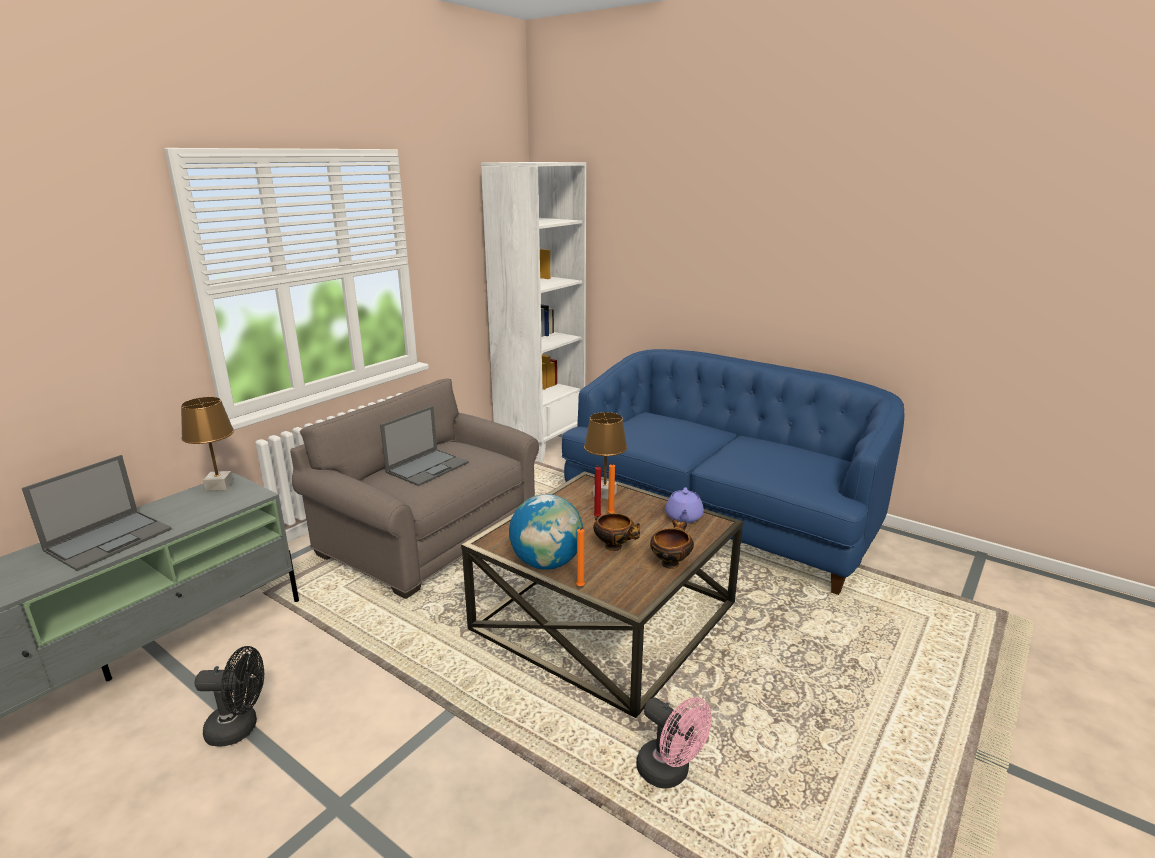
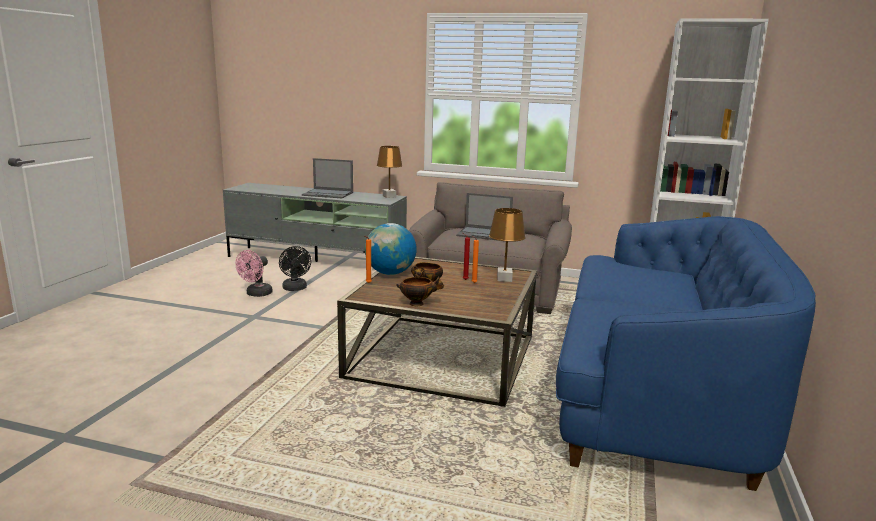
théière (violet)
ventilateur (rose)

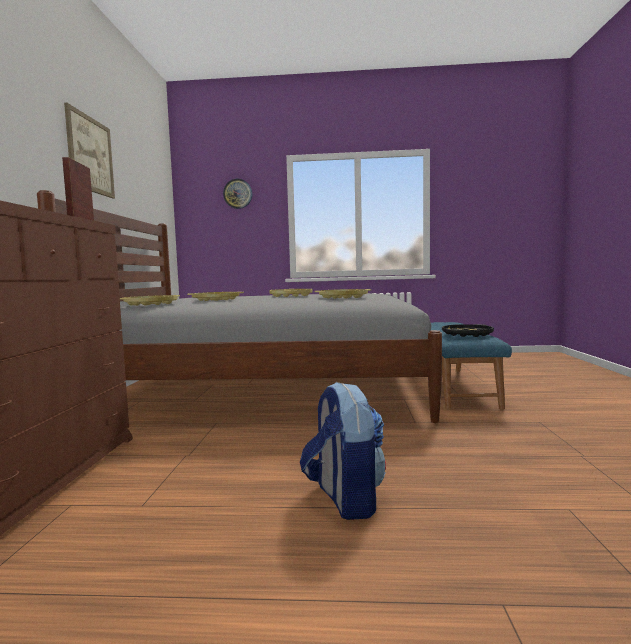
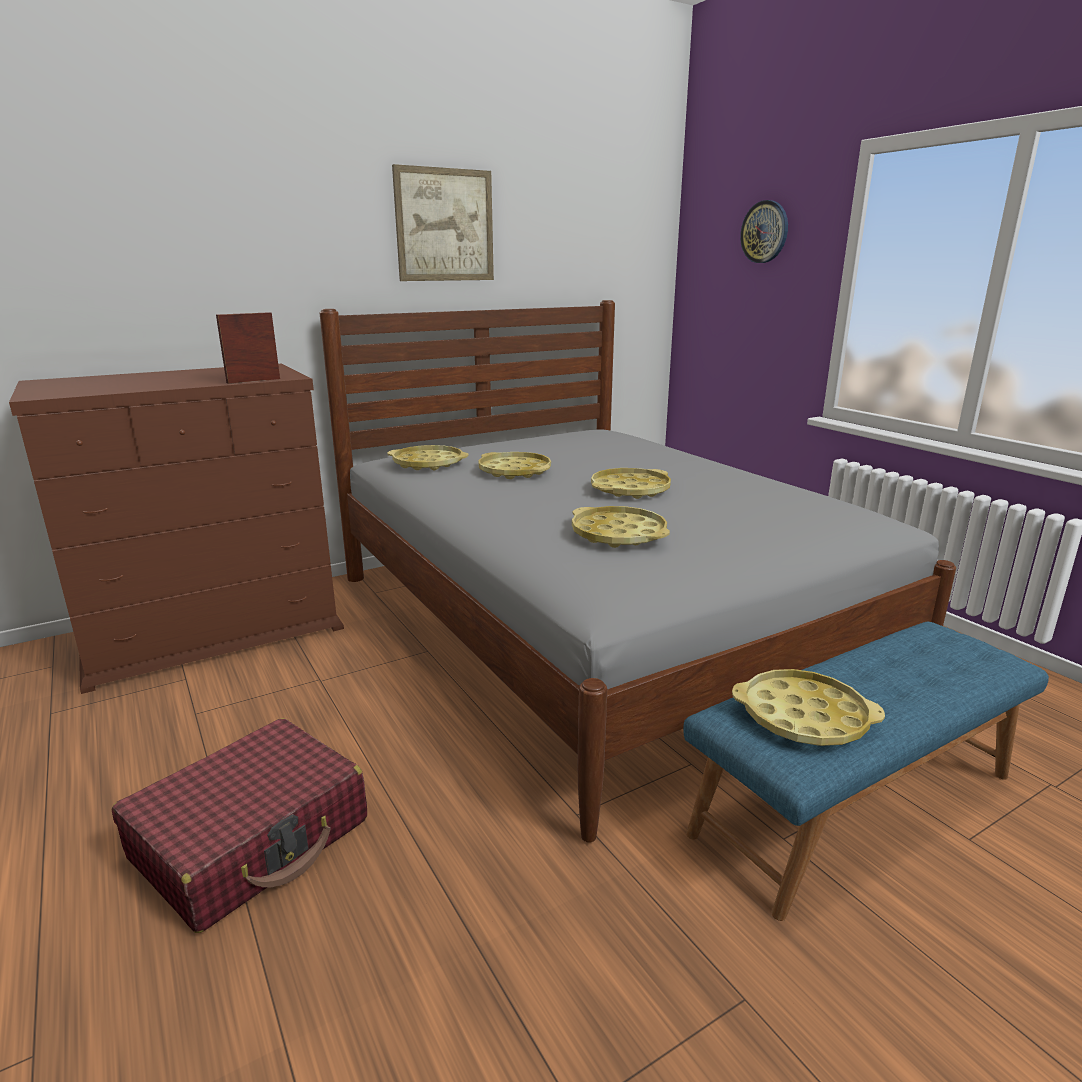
plateau (jaune) (5th from left)
valise (rouge)

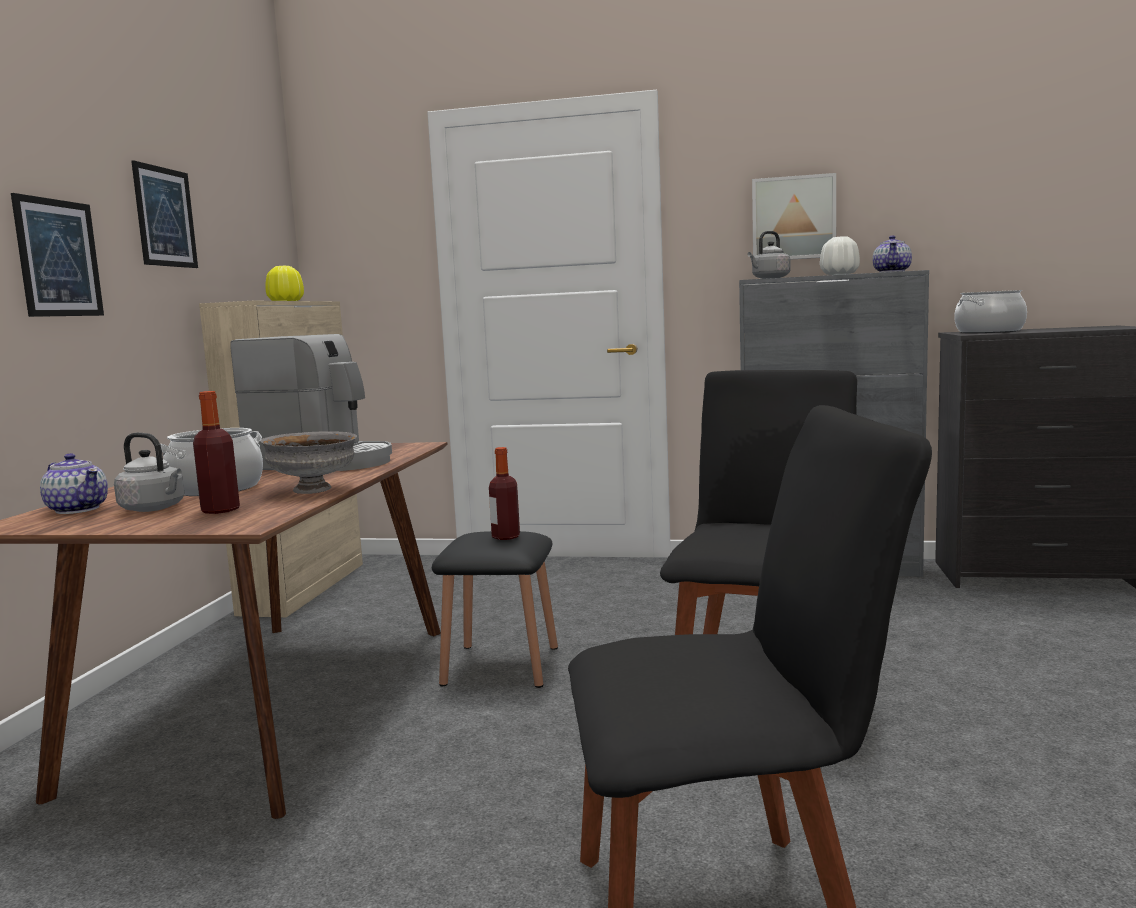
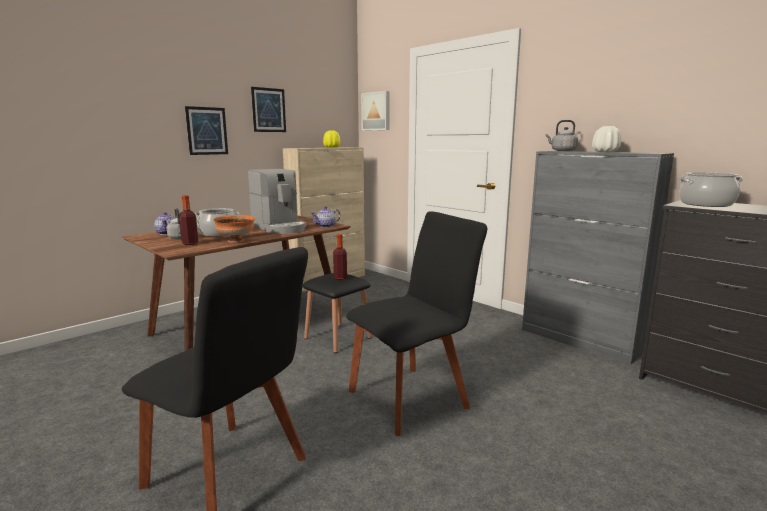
tableau (3rd from left)
théière (2nd from left)
bol (orange)

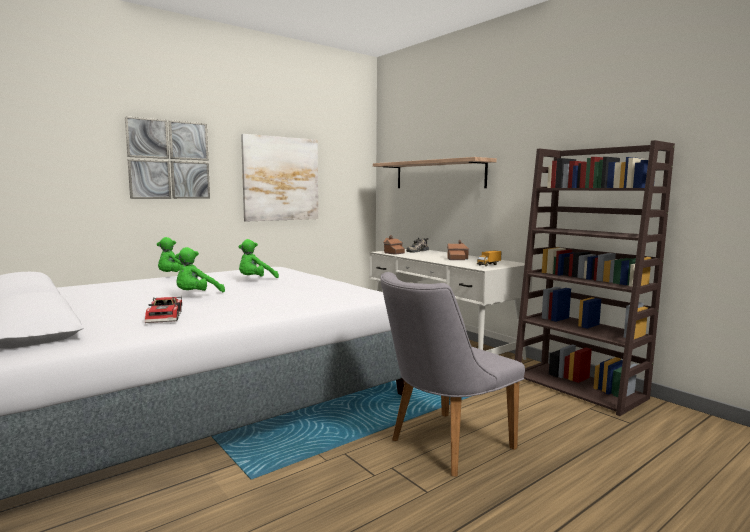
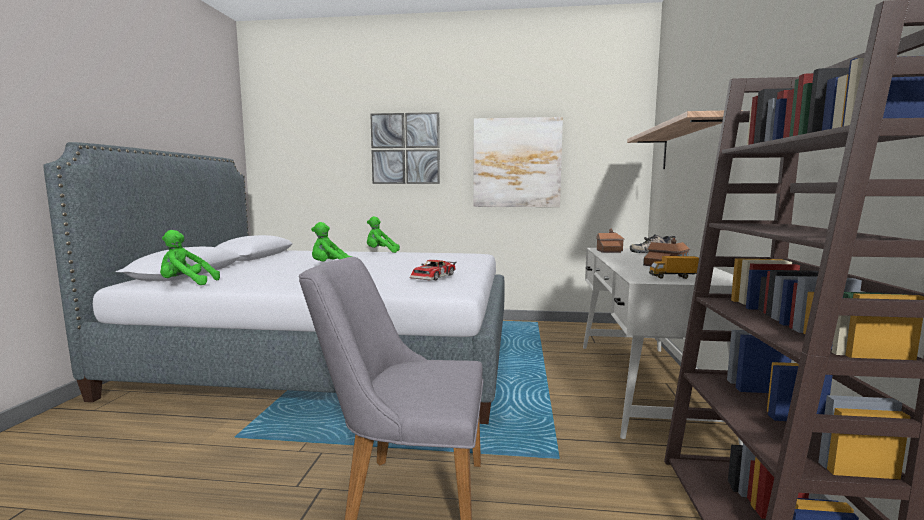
peluche (vert) (1st from left)
petite voiture

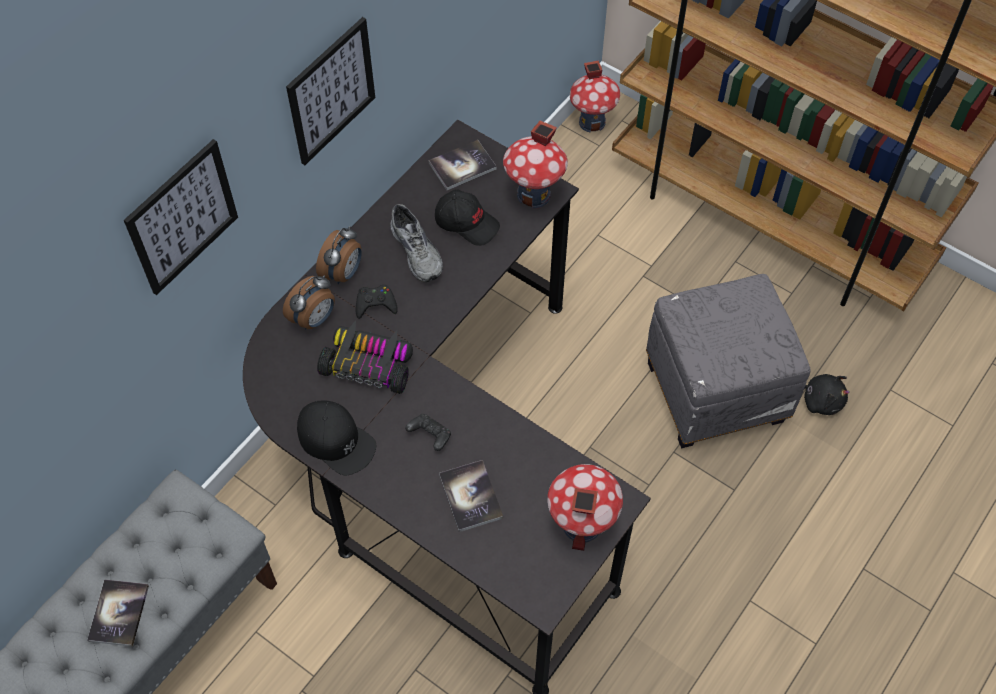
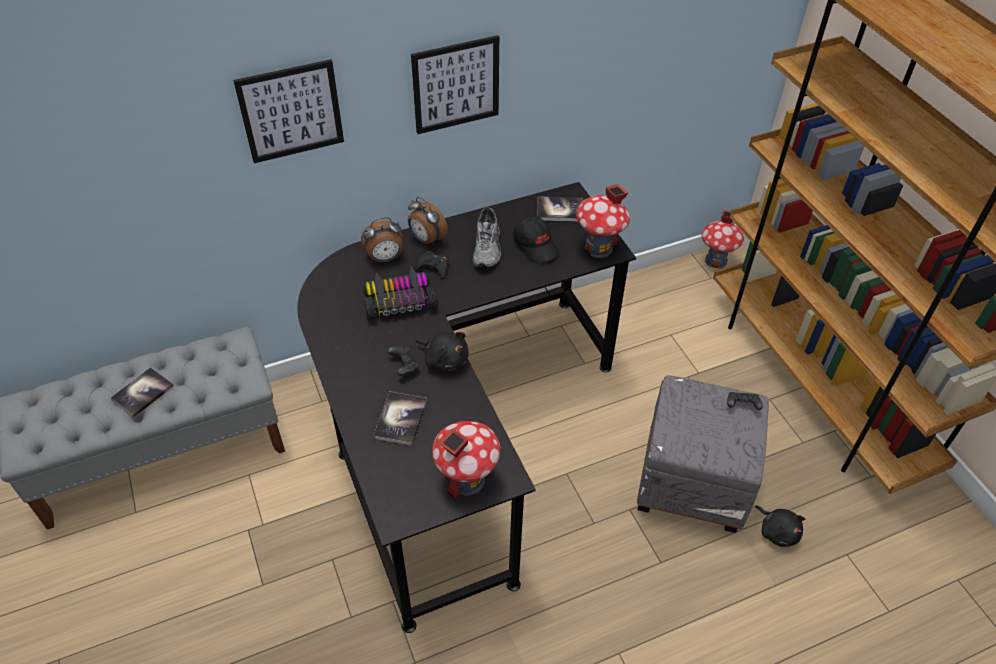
réveil (2nd from left)
petite voiture
casquette (noir) (1st from left in the first image)
peluche (noir) (1st from left)
manette (noir) (3rd from left)

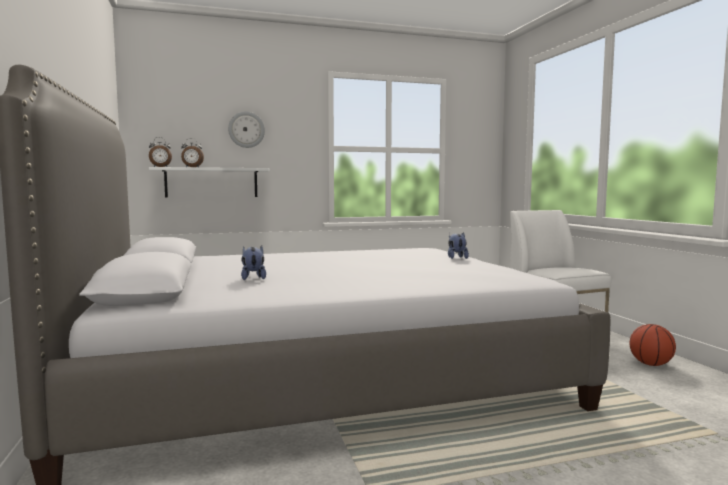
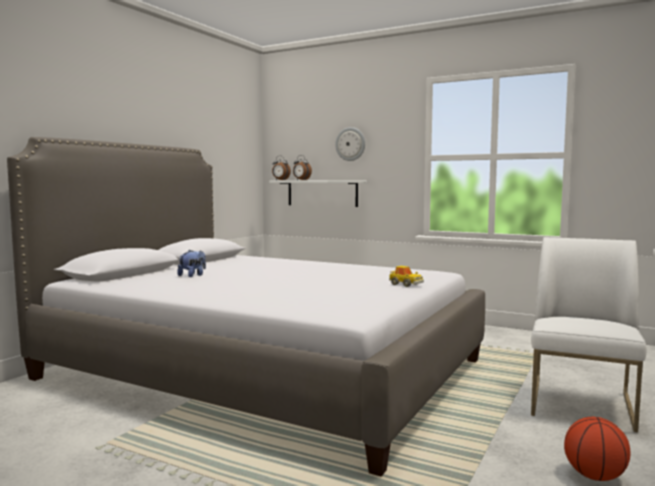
petite voiture

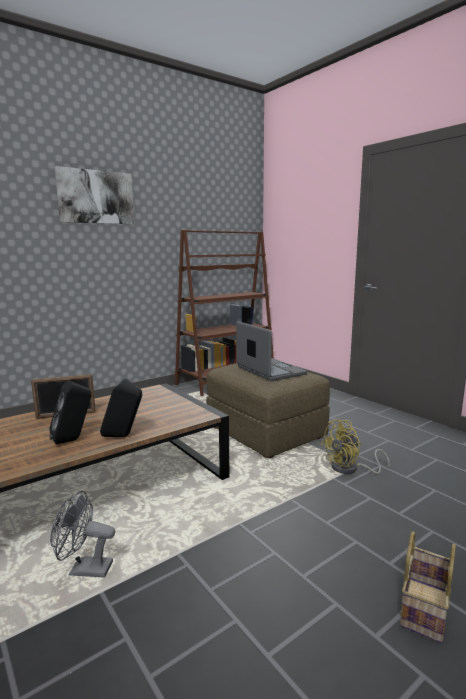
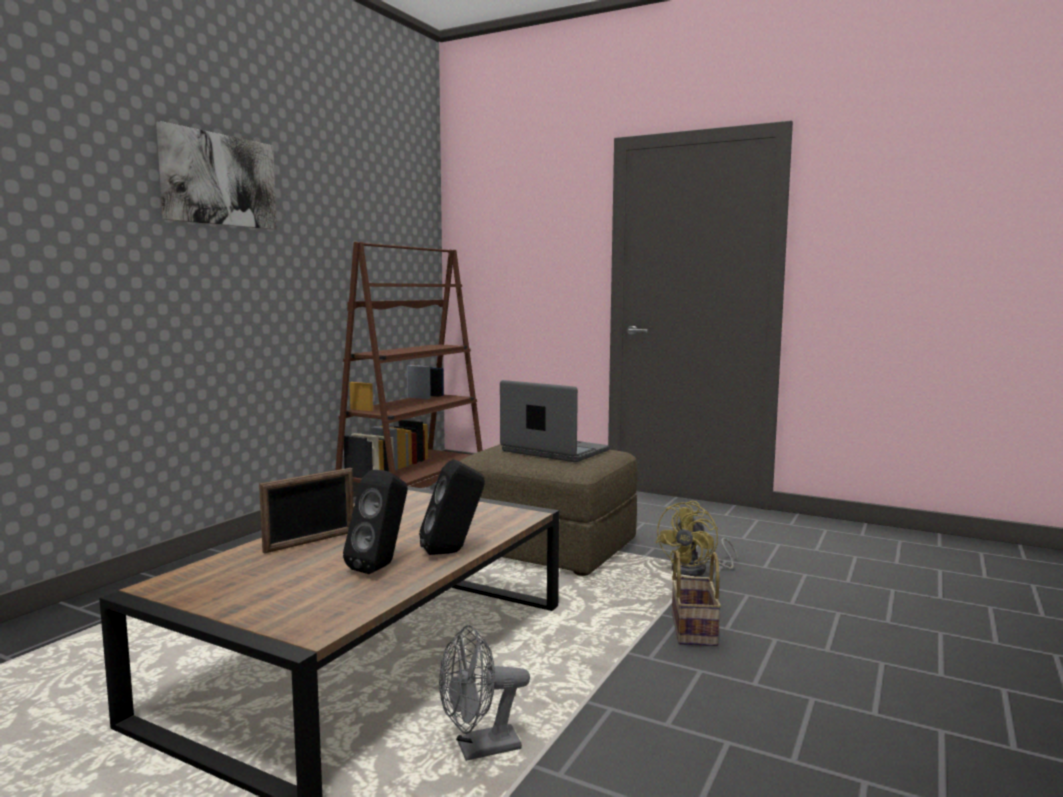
panier

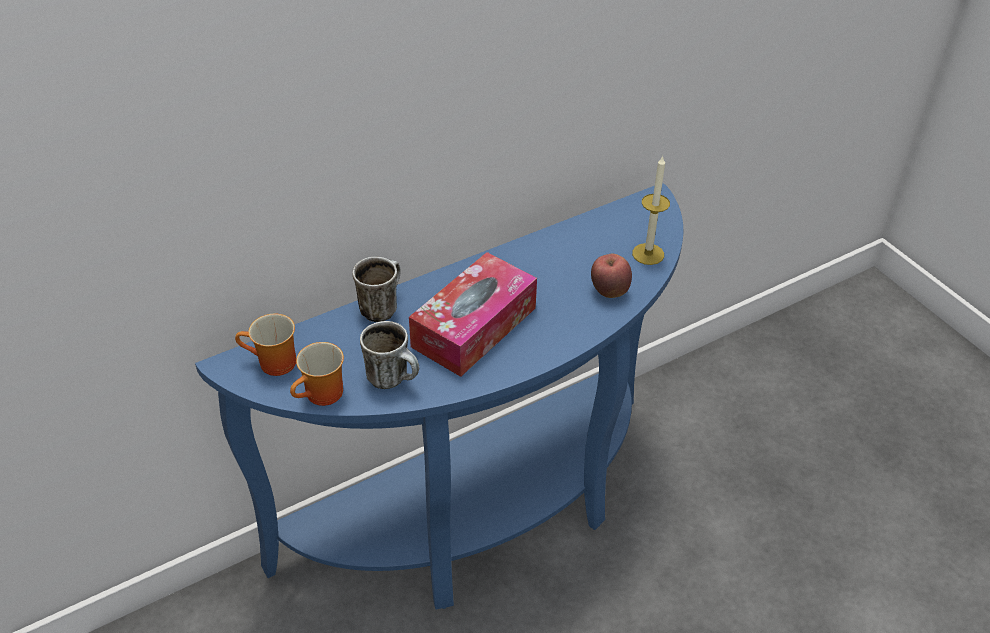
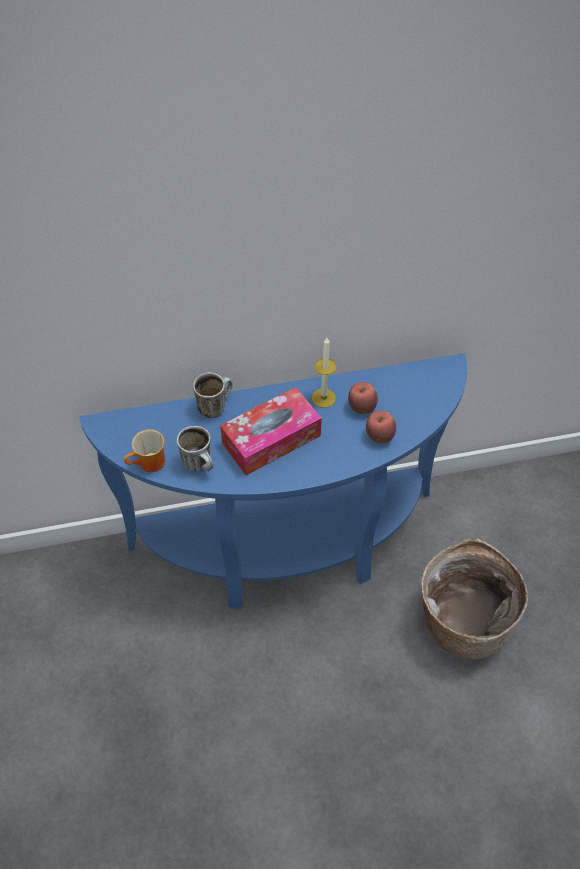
bougie
mug (1st from left in the first image)
pomme (1st from left)
panier

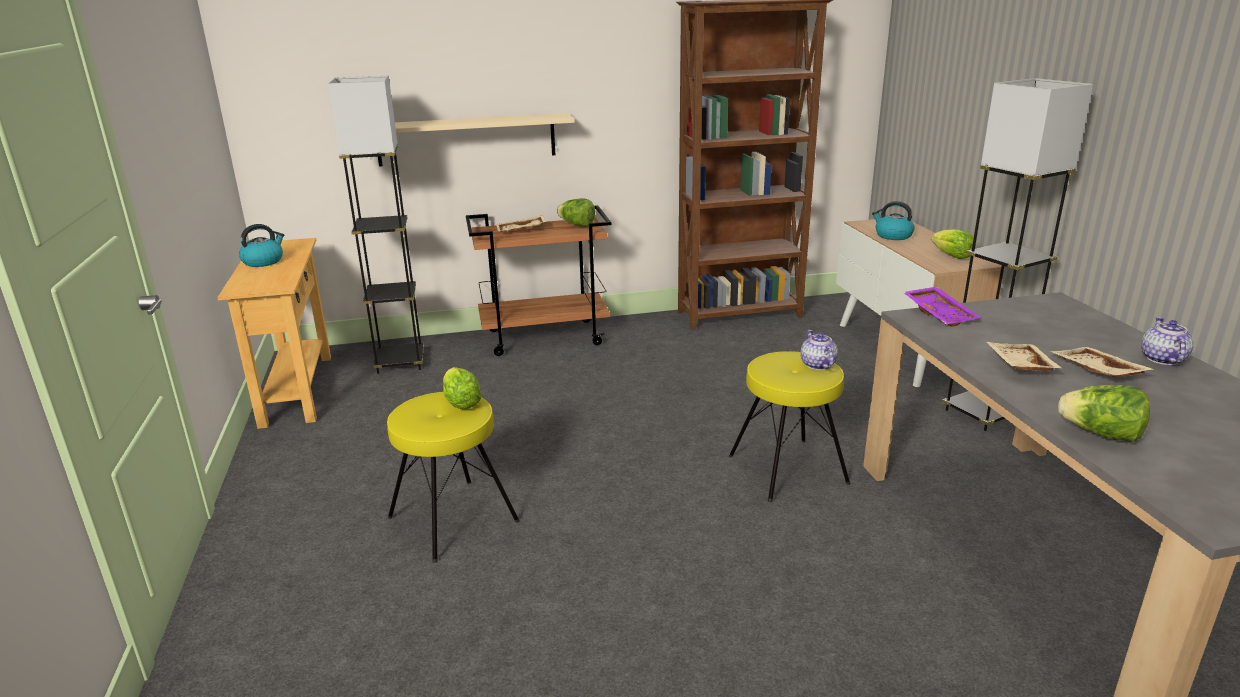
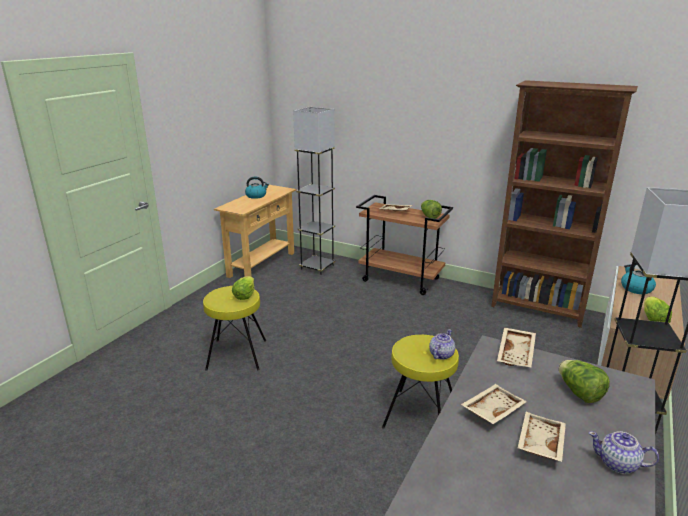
étagère (beige)
plateau (beige) (3rd from left)
théière (2nd from left)
laitue (3rd from left)

